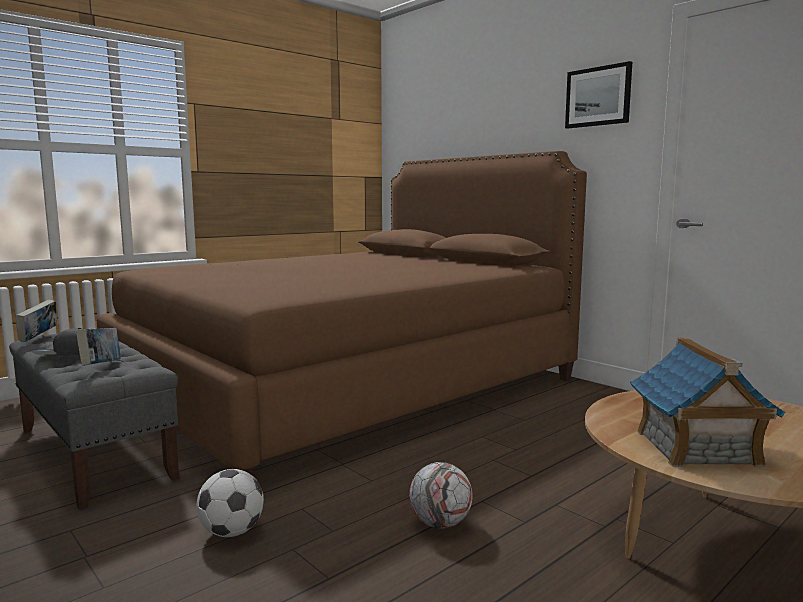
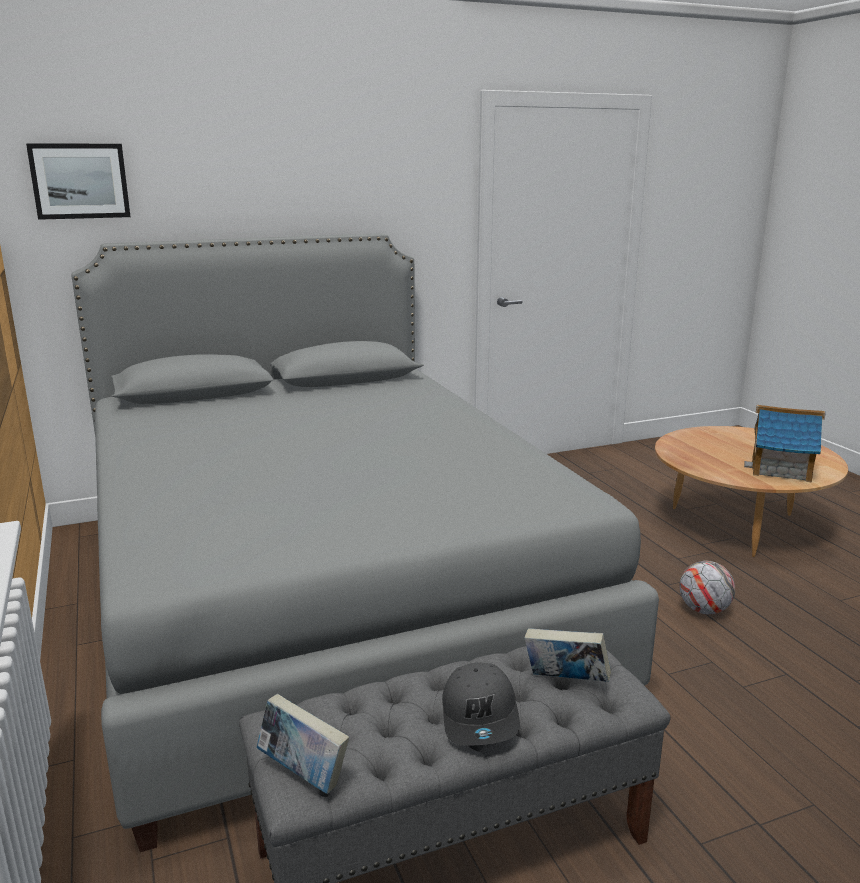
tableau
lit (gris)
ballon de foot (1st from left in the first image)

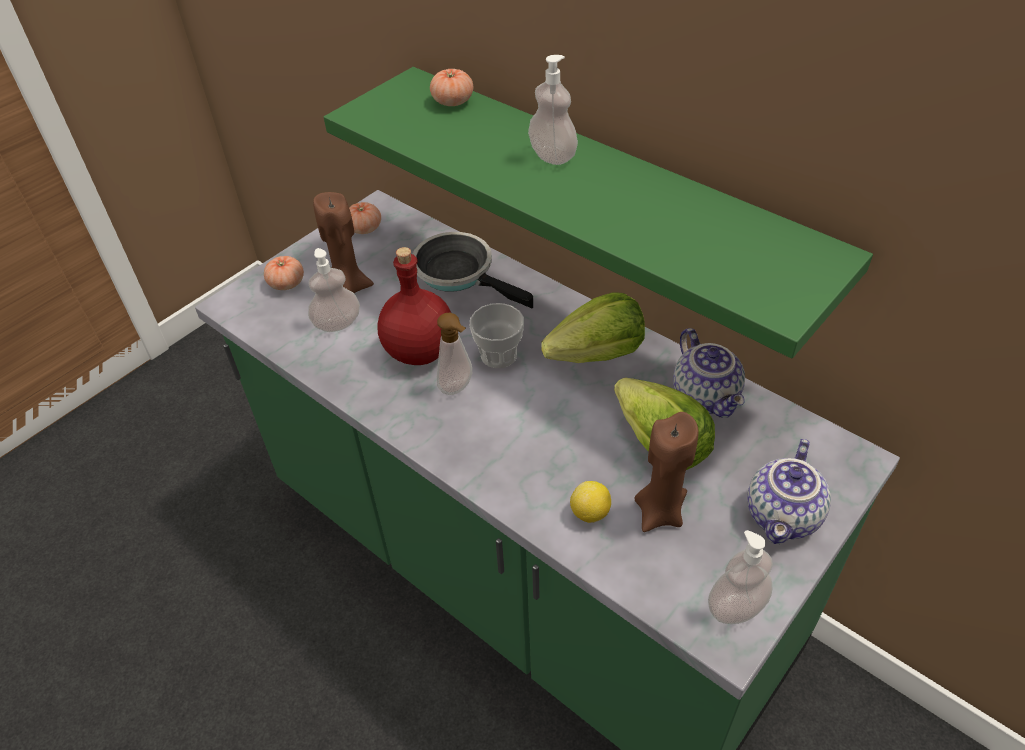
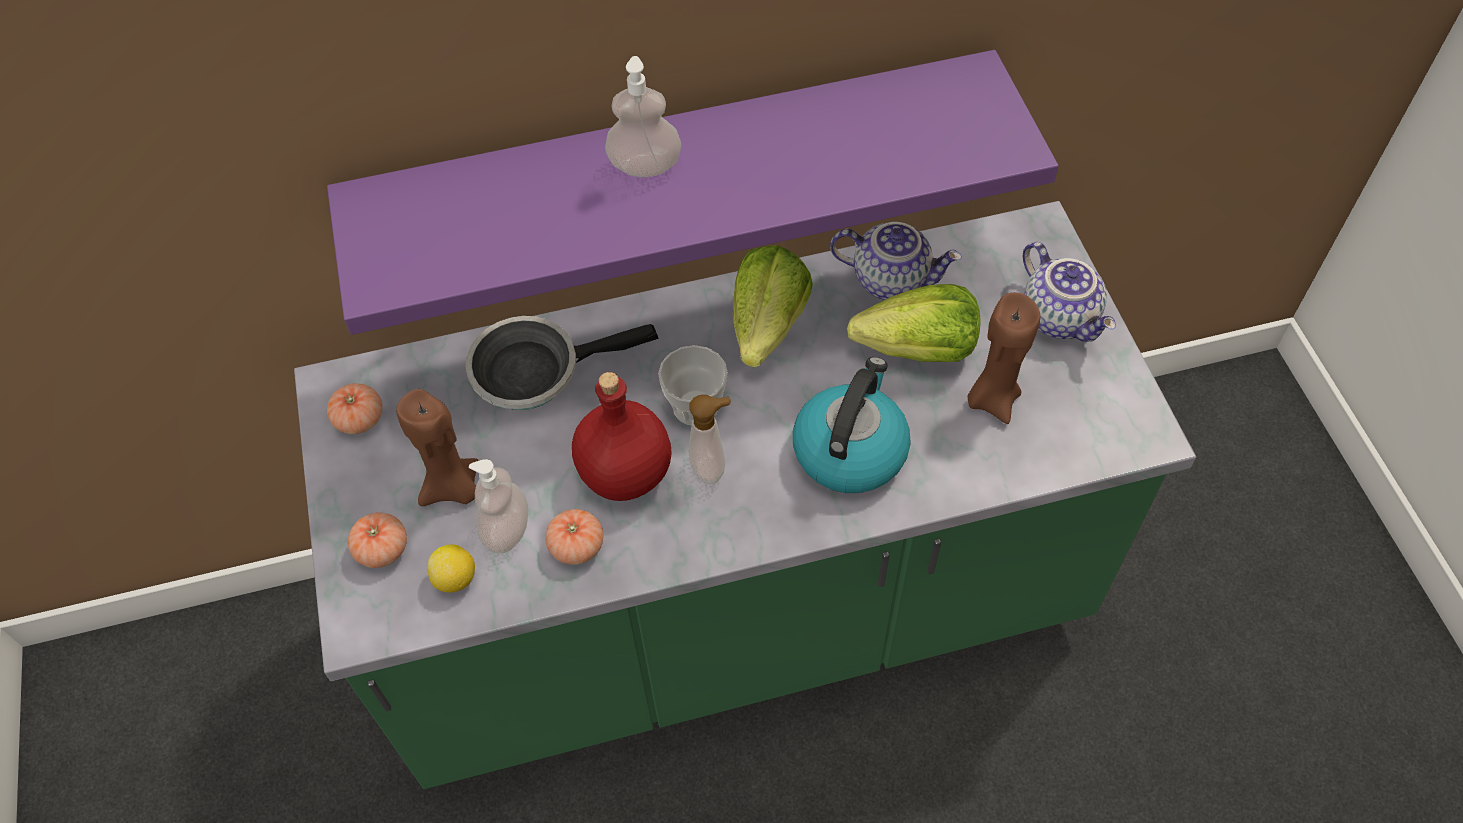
étagère (violet)
tomate (3rd from left)
citron
distributeur de savon (4th from left in the first image)
bouilloire

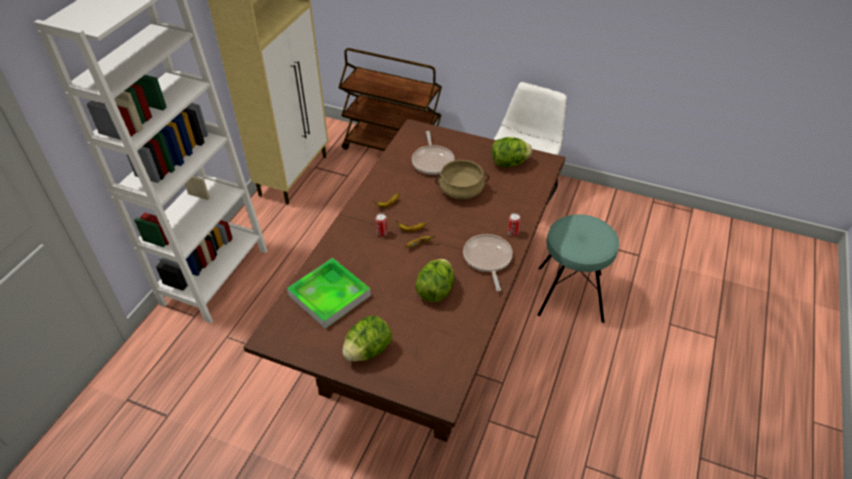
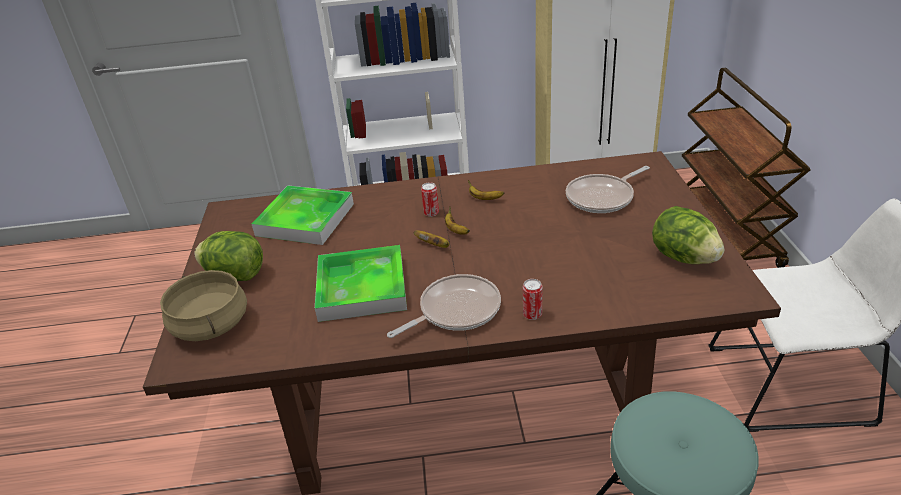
marmite (beige)
plateau (2nd from left)

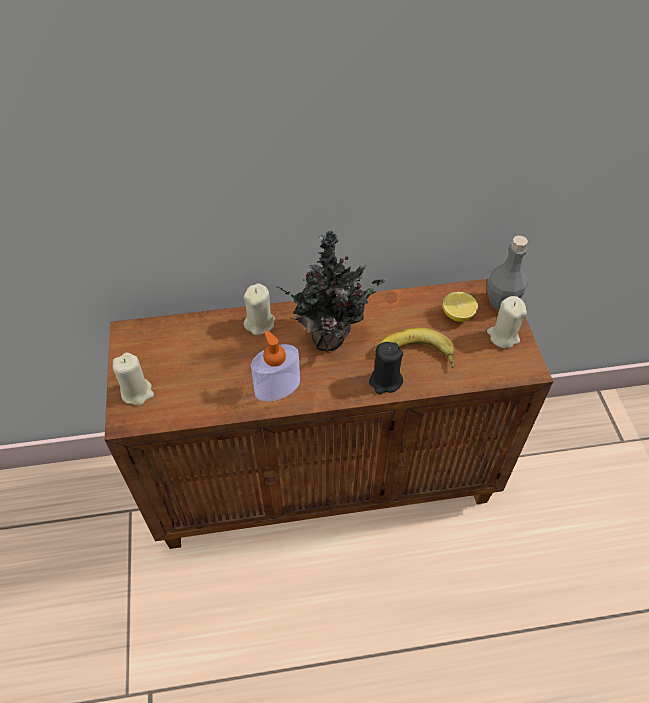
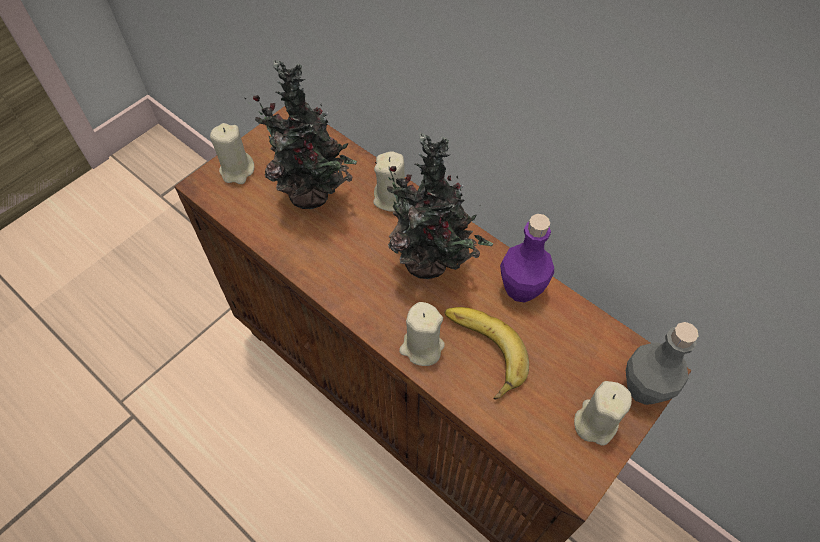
citron
distributeur de savon
bougie (beige) (3rd from left)
plante en pot (1st from left)
bouteille (violet)

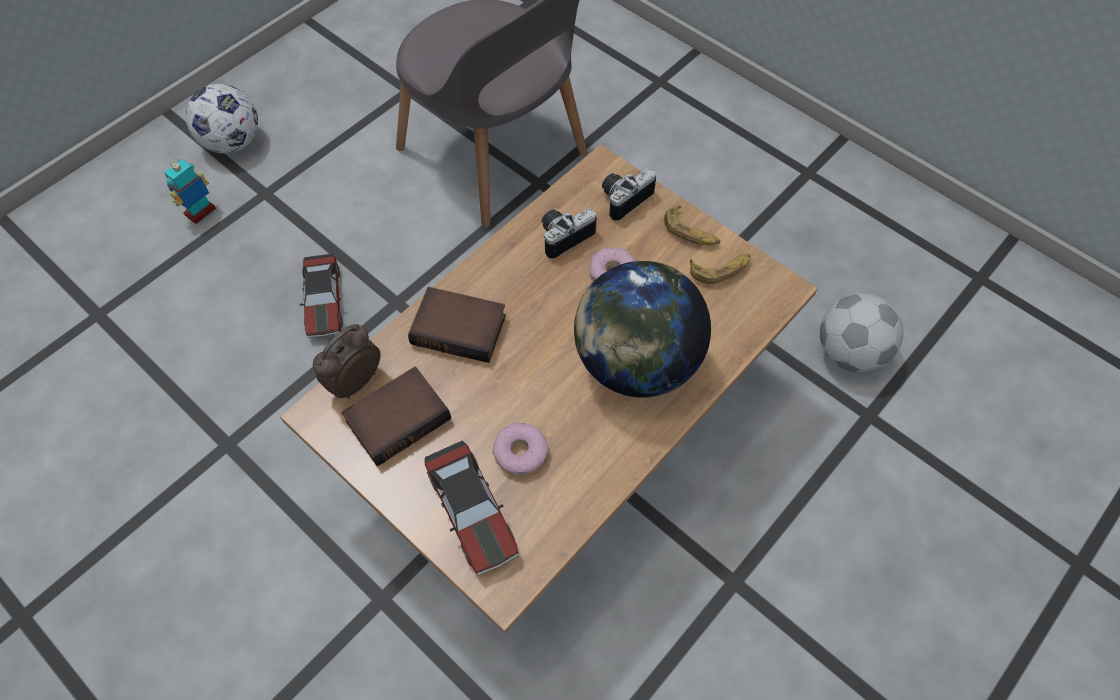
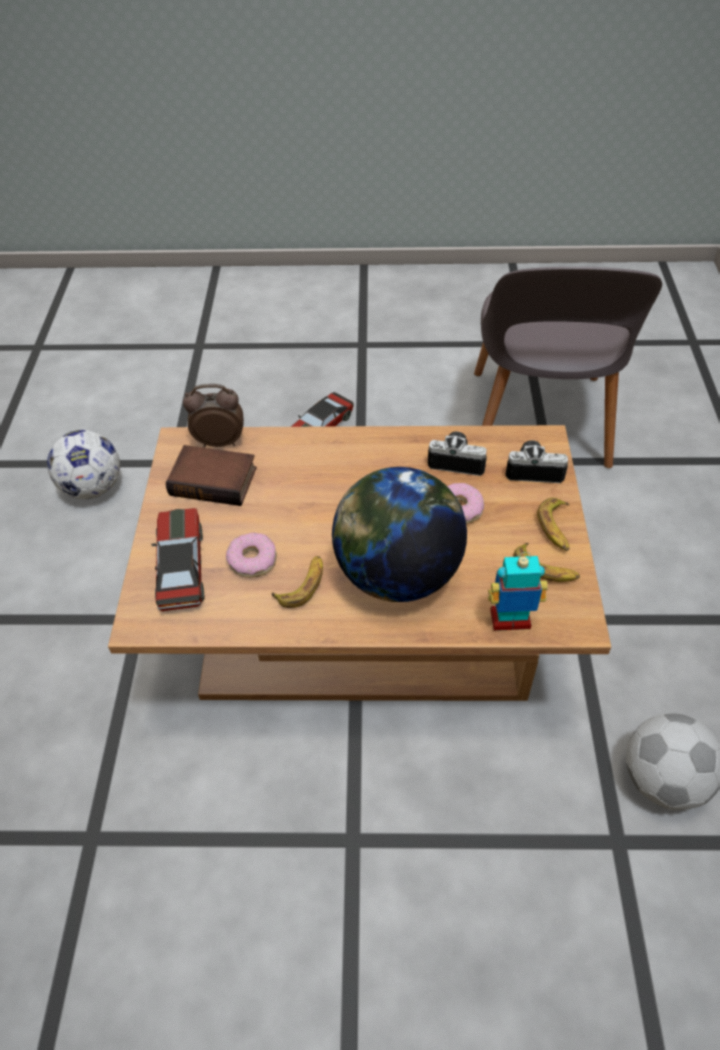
ballon de foot (1st from left)
robot jouet
livre (2nd from left in the first image)
petite voiture (1st from left)
banane (1st from left)

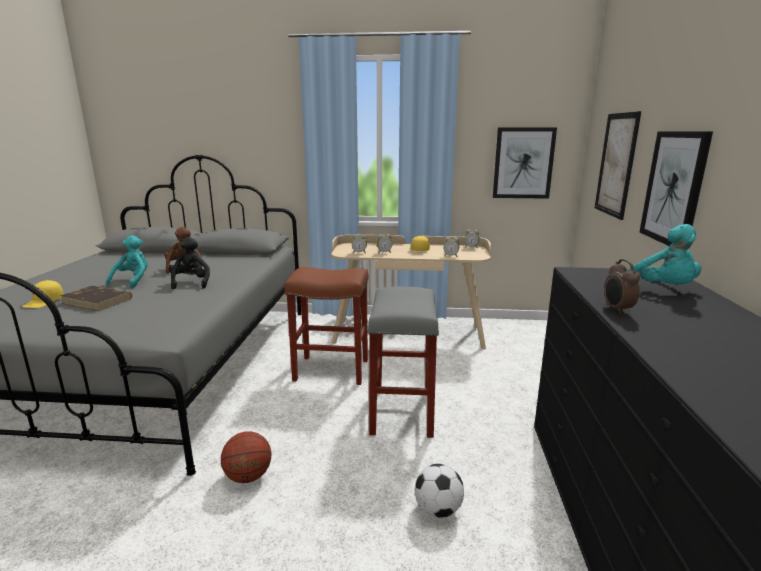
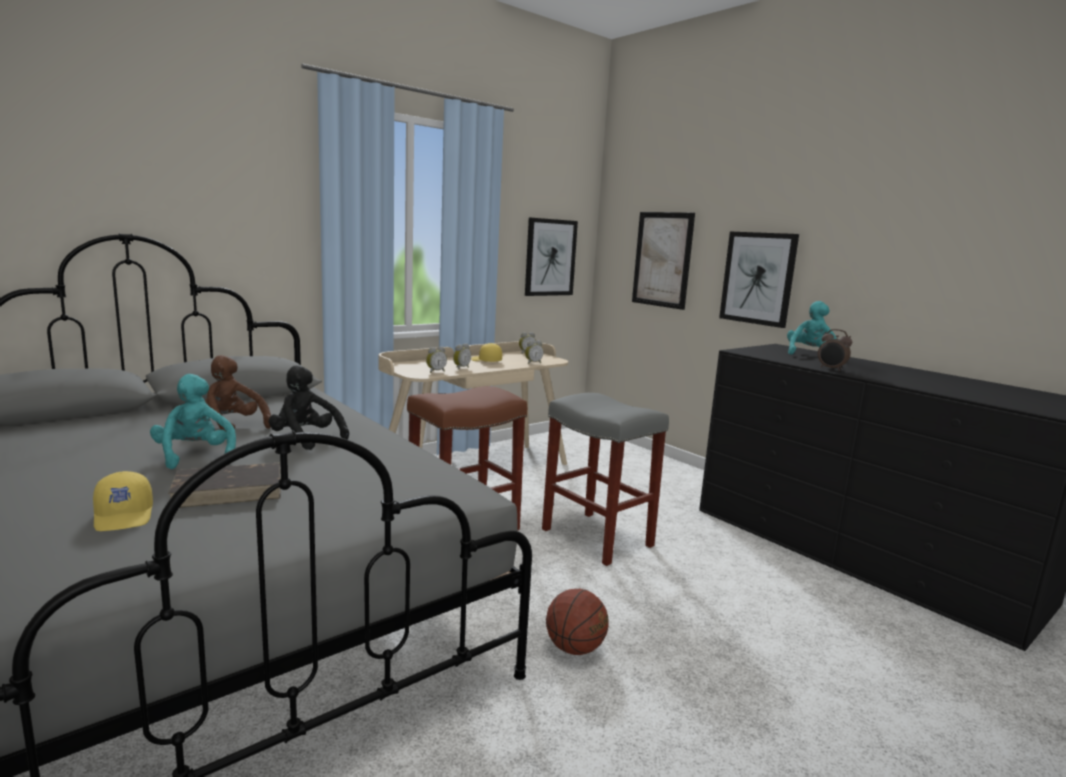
peluche (turquoise) (2nd from left)
ballon de foot

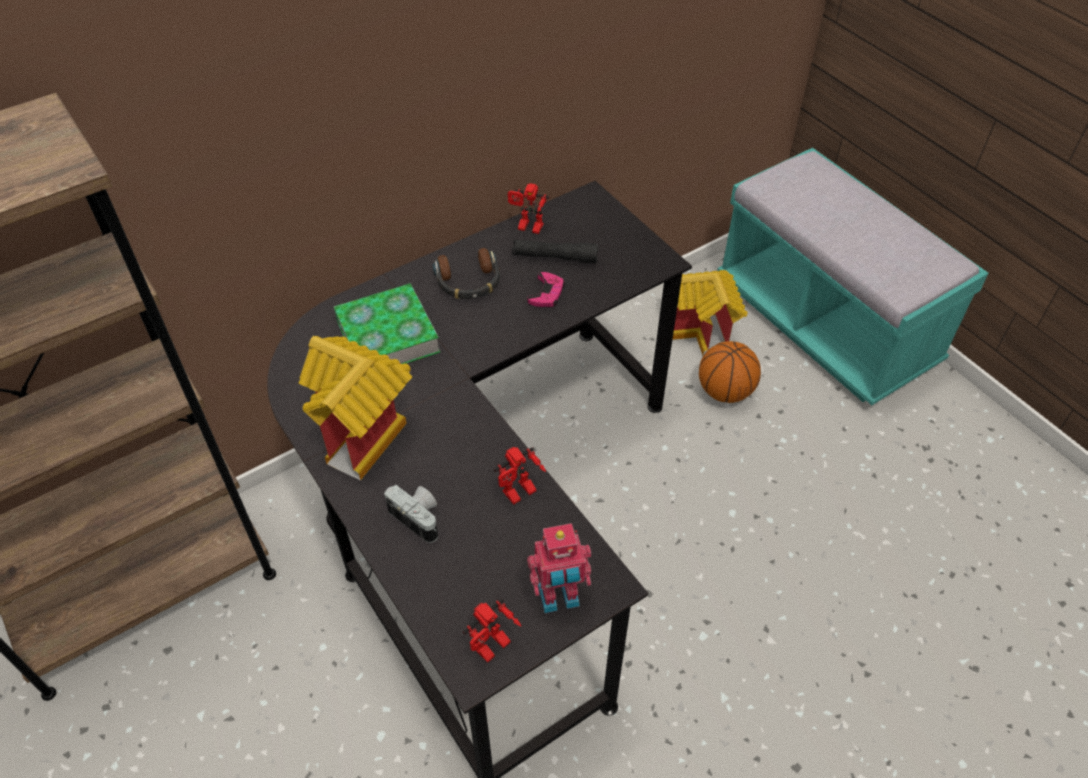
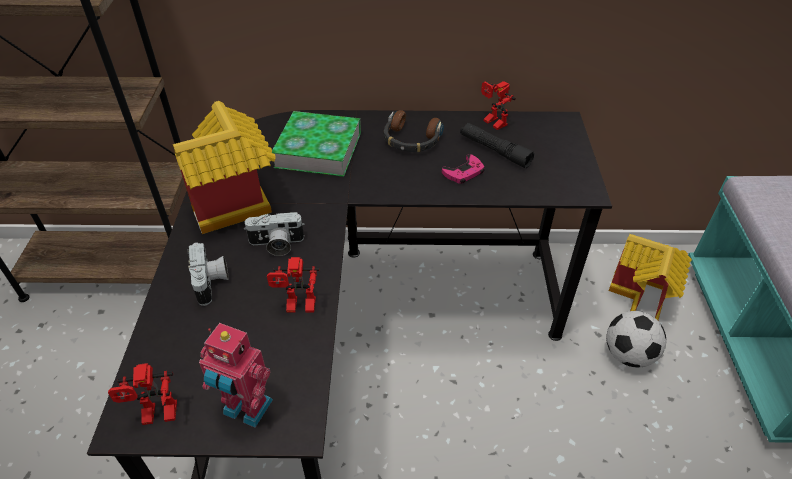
ballon de foot
appareil photo (2nd from left)

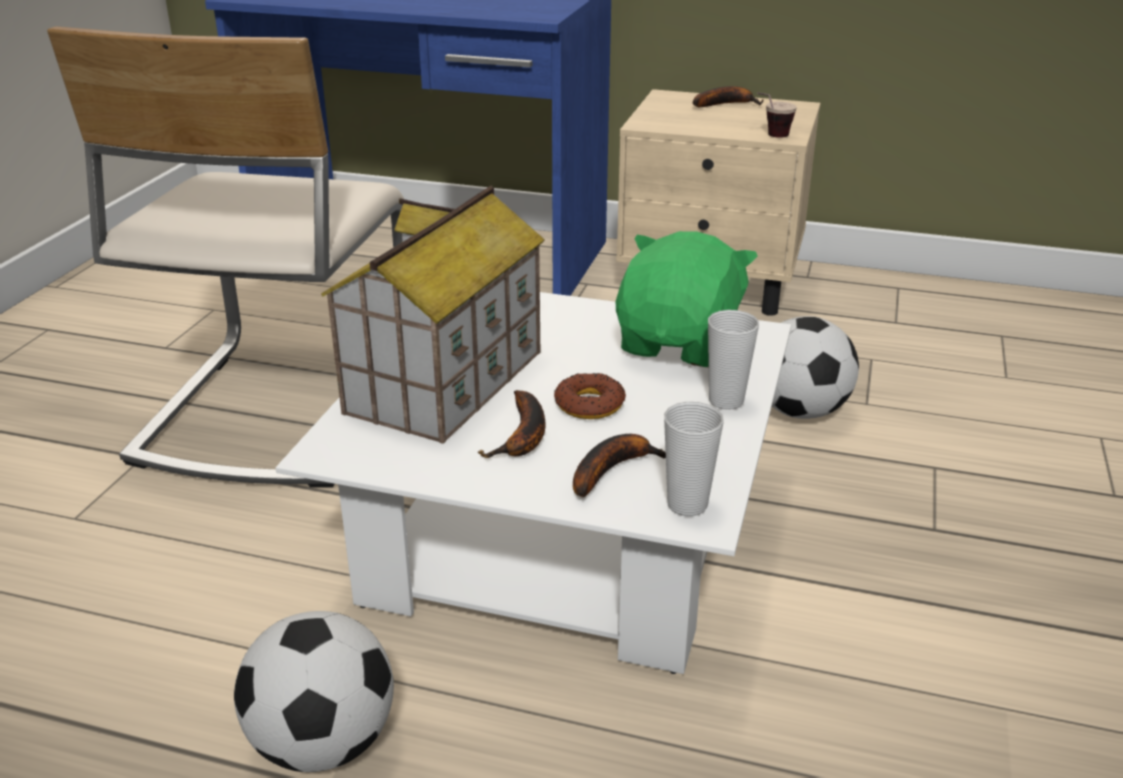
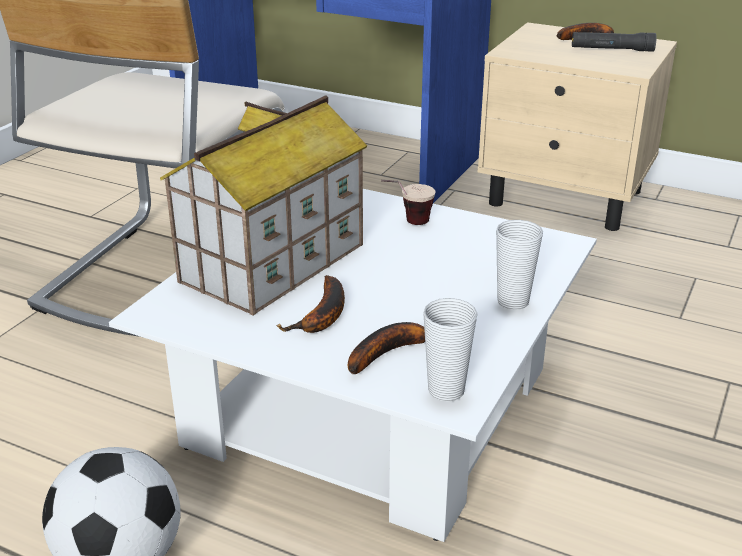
tasse (1st from left)
peluche (vert)
ballon de foot (2nd from left in the first image)
beignet
lampe de poche (noir)

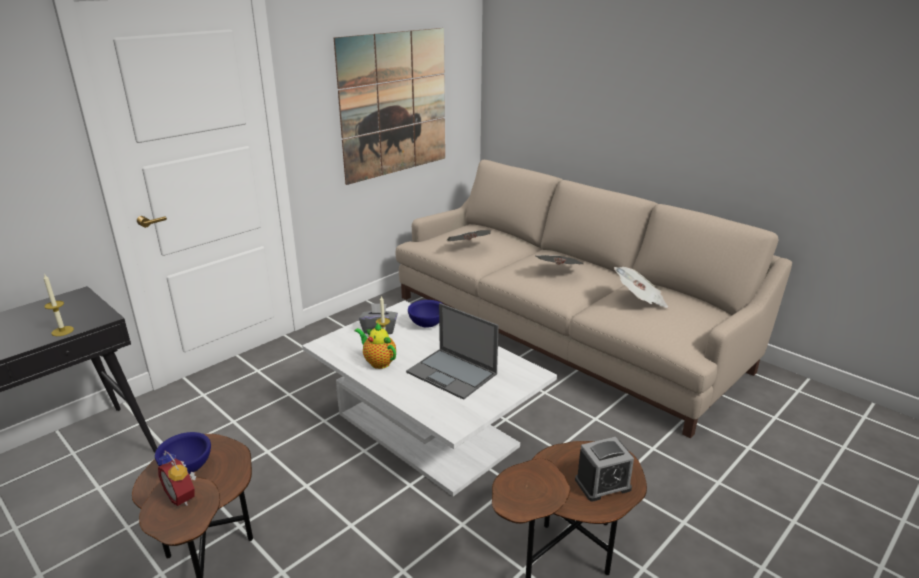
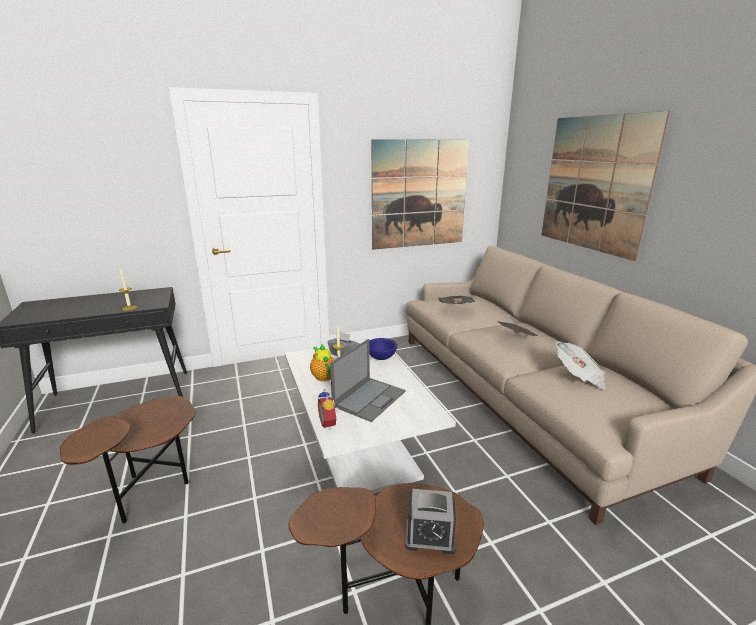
ordinateur portable
bol (bleu) (1st from left in the first image)
réveil (1st from left)
tableau (2nd from left)

